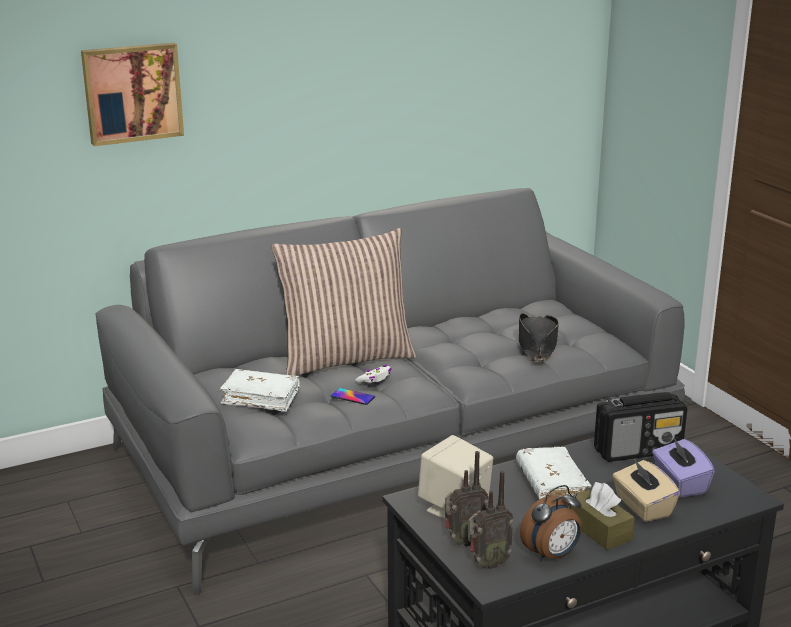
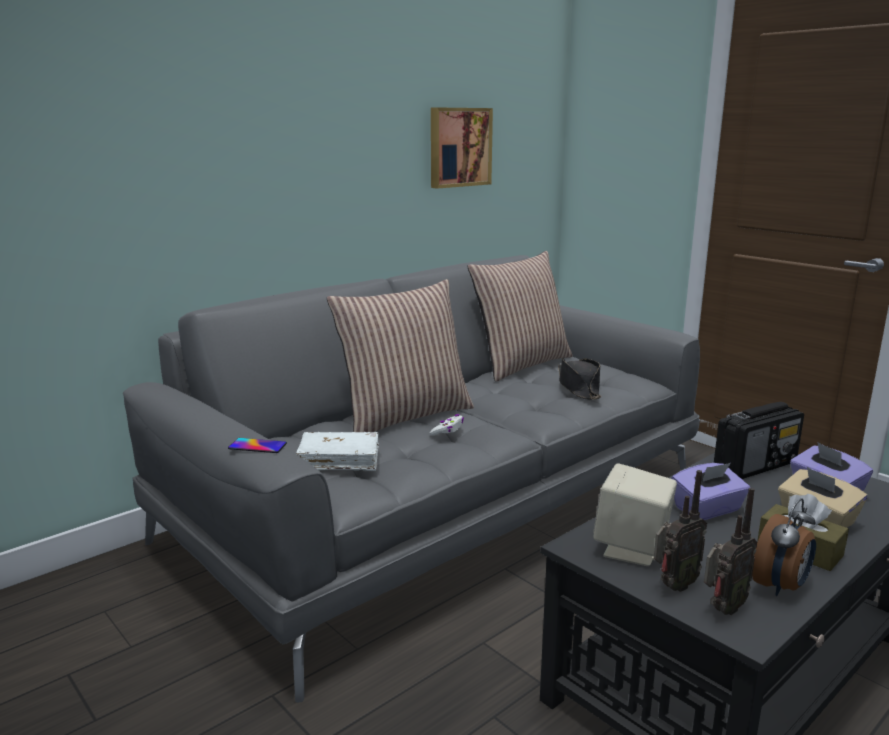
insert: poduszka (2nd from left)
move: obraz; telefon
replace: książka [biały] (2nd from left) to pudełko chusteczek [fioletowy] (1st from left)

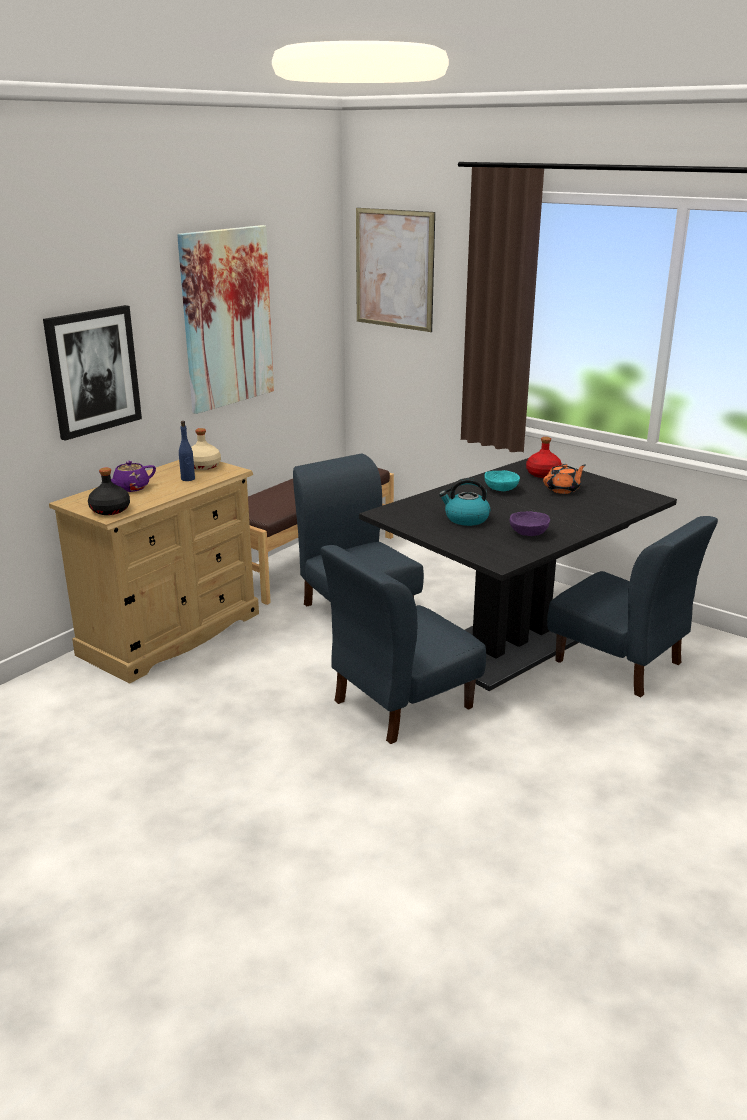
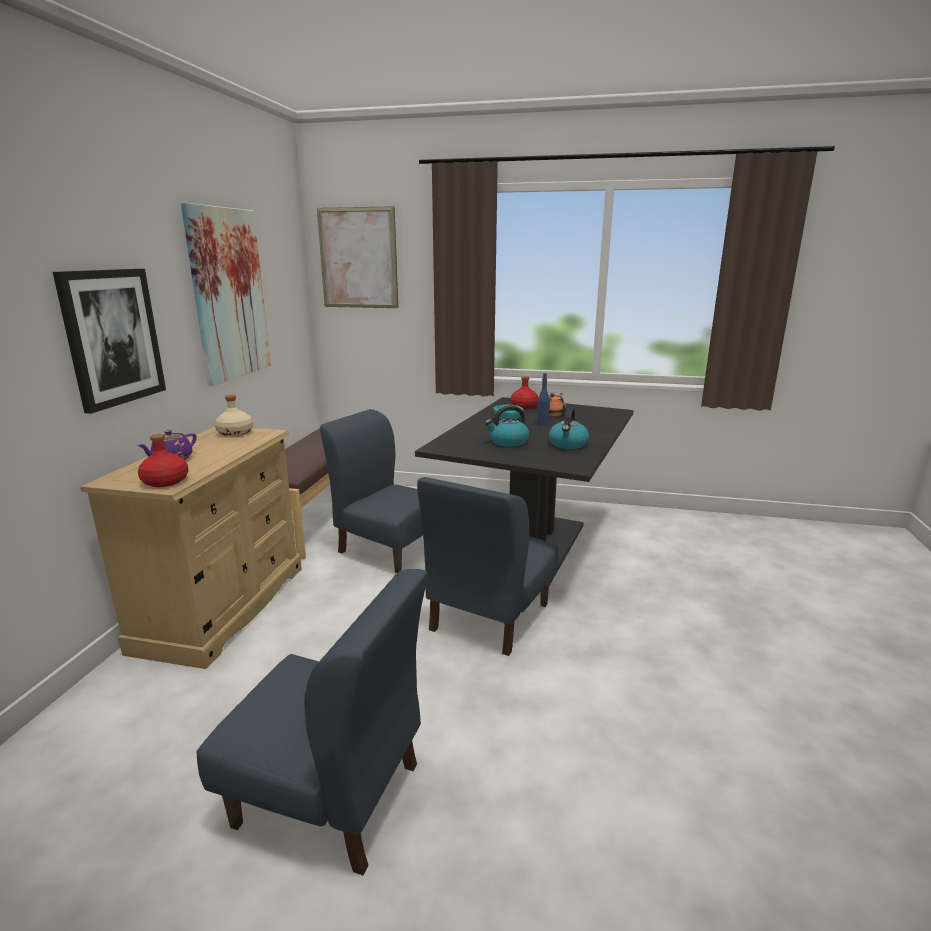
move: butelka [niebieski]; krzesło [niebieski] (3rd from left in the first image) to krzesło [niebieski] (1st from left)
replace: miska [fioletowy] to czajnik (2nd from left)
recolor: butelka [czarny] to butelka [czerwony] (1st from left)

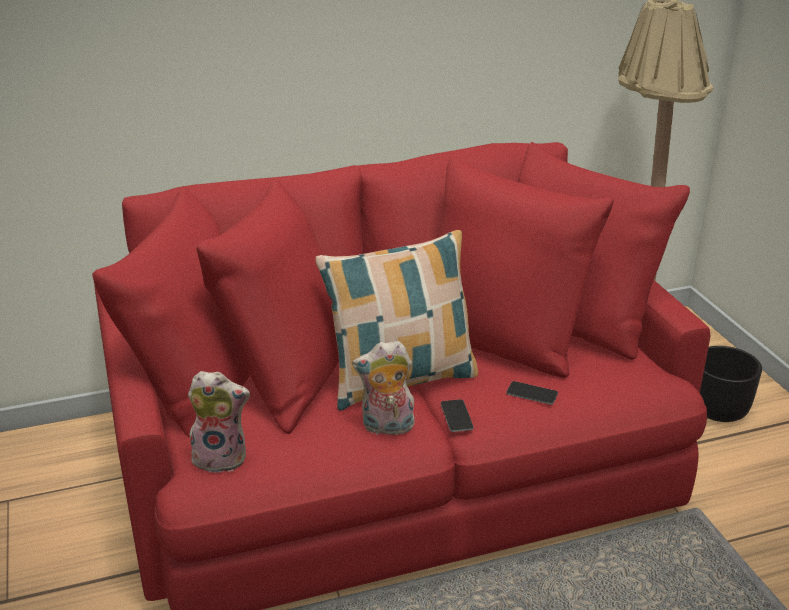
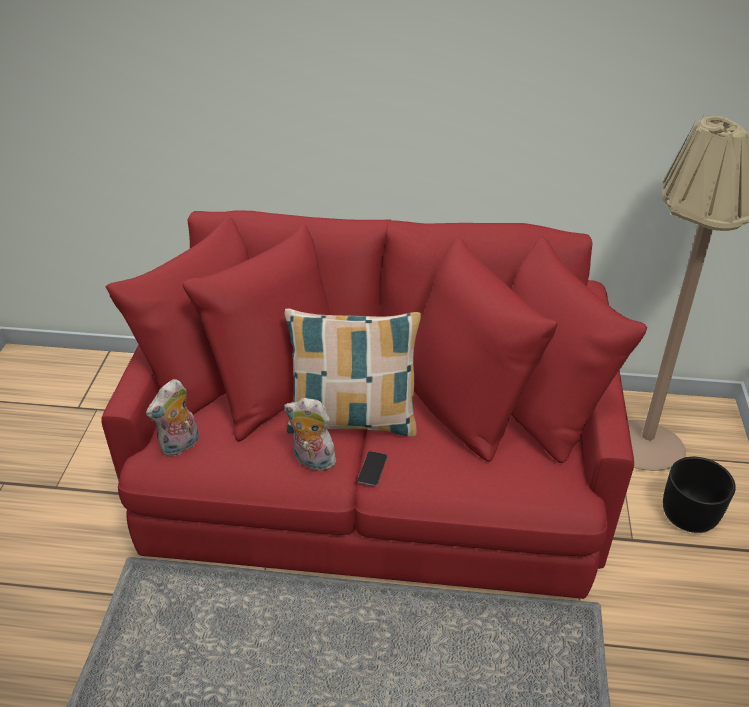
delete: telefon (2nd from left)
rotate: pluszak (1st from left) 105 degrees clockwise

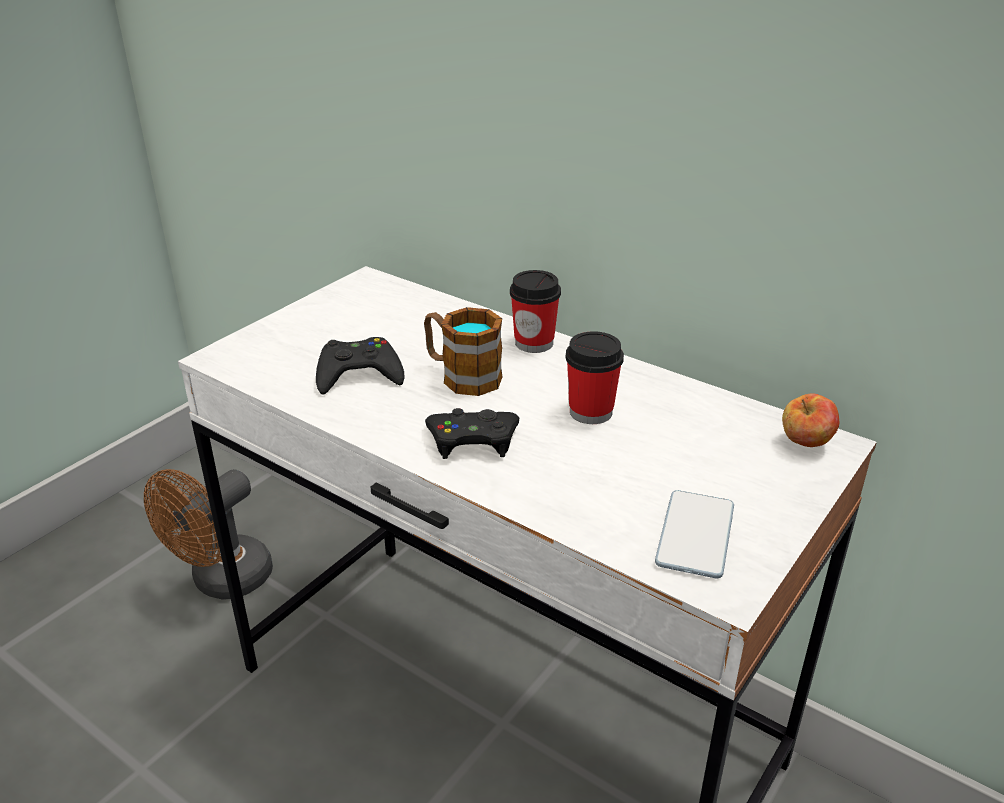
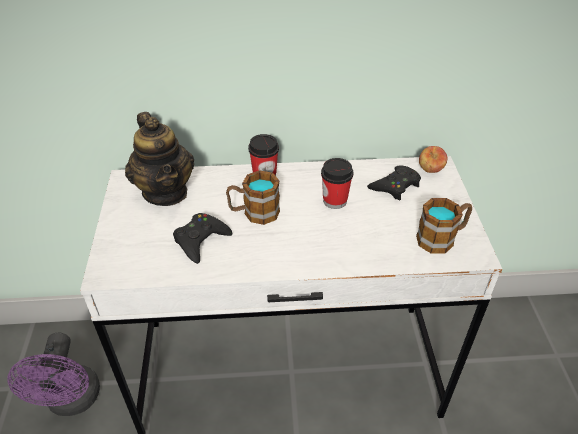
insert: imbryk
move: pad do gier [czarny] (2nd from left)
replace: telefon to kubek (2nd from left)
recolor: wentylator [brązowy] to wentylator [fioletowy]

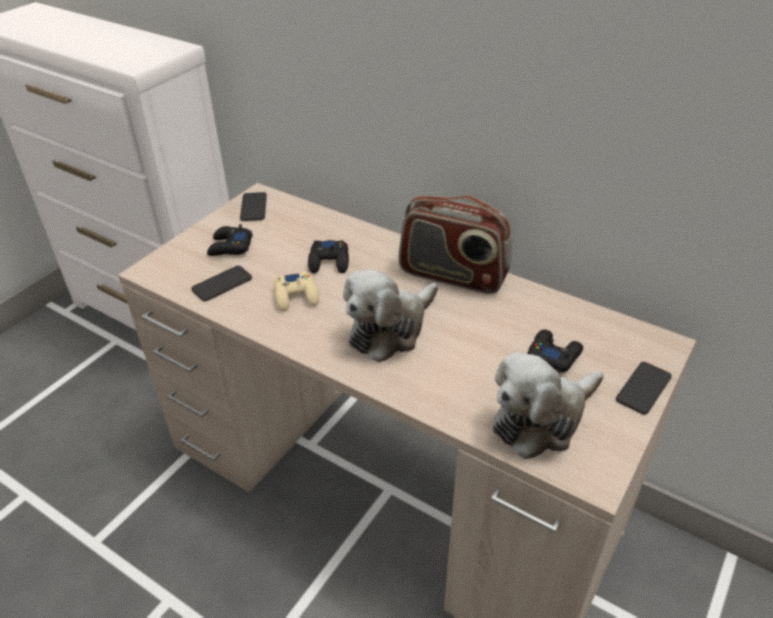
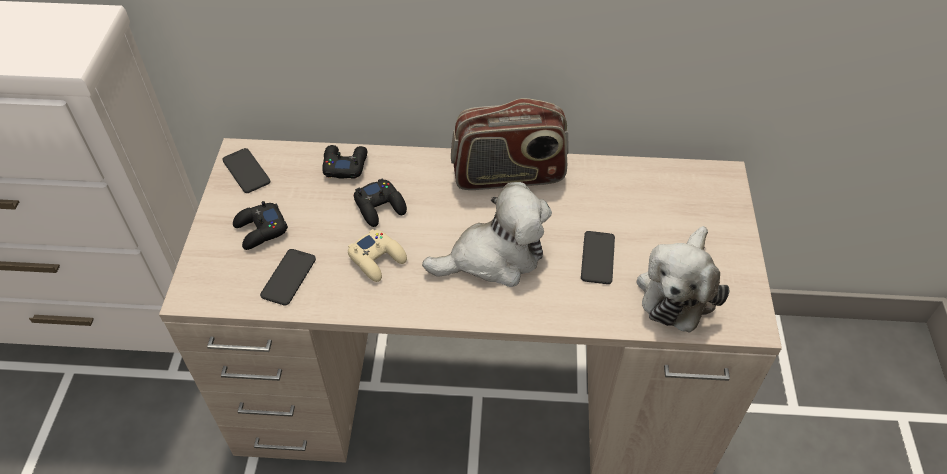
move: pad do gier [czarny] (3rd from left in the first image) to pad do gier [czarny] (2nd from left); telefon (3rd from left)
rotate: pluszak (1st from left) 120 degrees counterclockwise

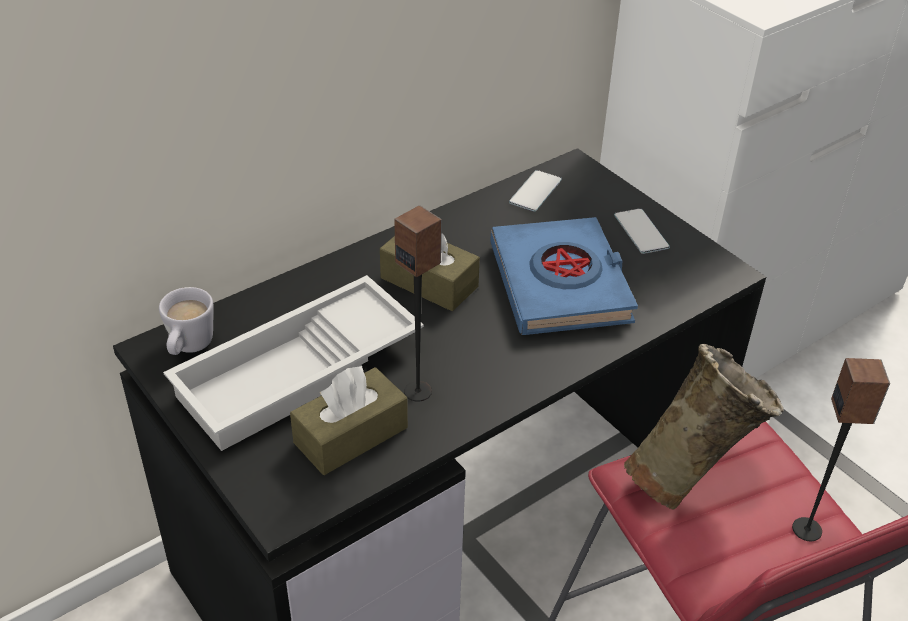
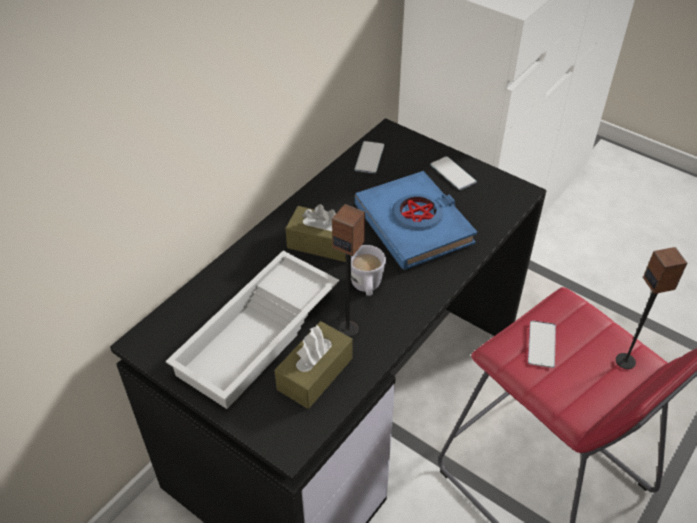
move: kubek [biały]
replace: wazon [beżowy] to telefon (3rd from left)

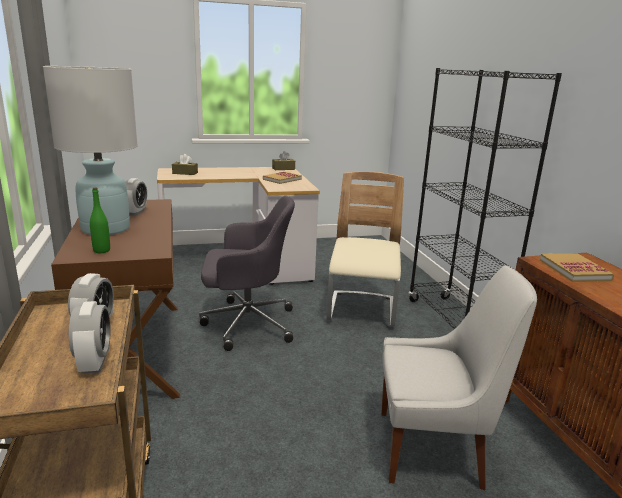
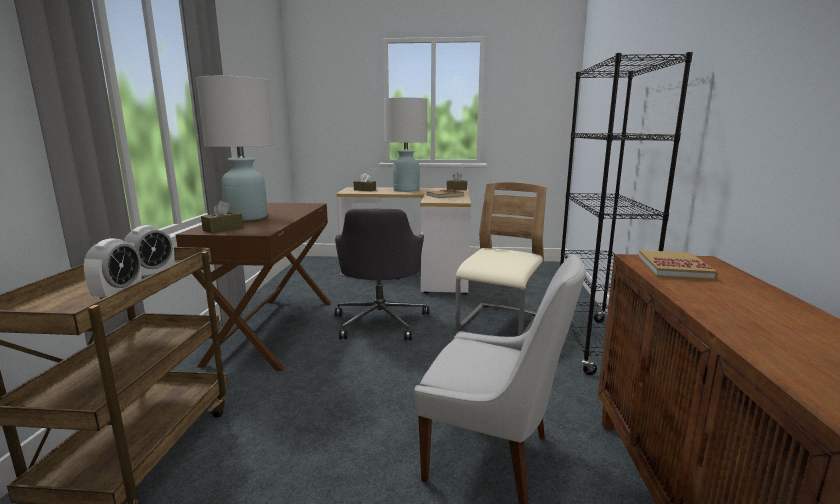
delete: budzik (3rd from left)
insert: lampa stołowa [biały] (2nd from left)
replace: butelka [zielony] to pudełko chusteczek [brązowy] (1st from left)
rotate: krzesło biurowe [szary] 75 degrees clockwise

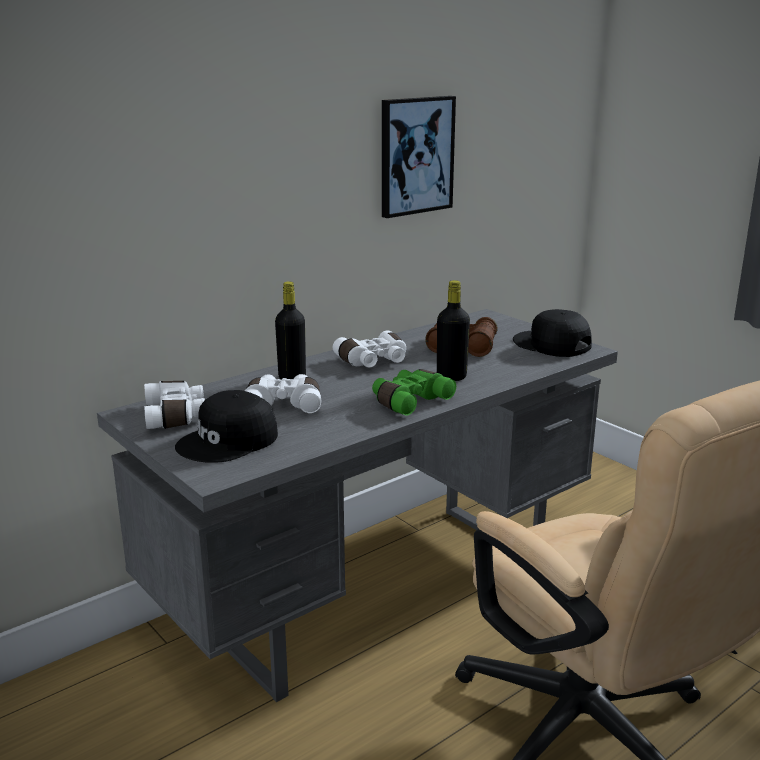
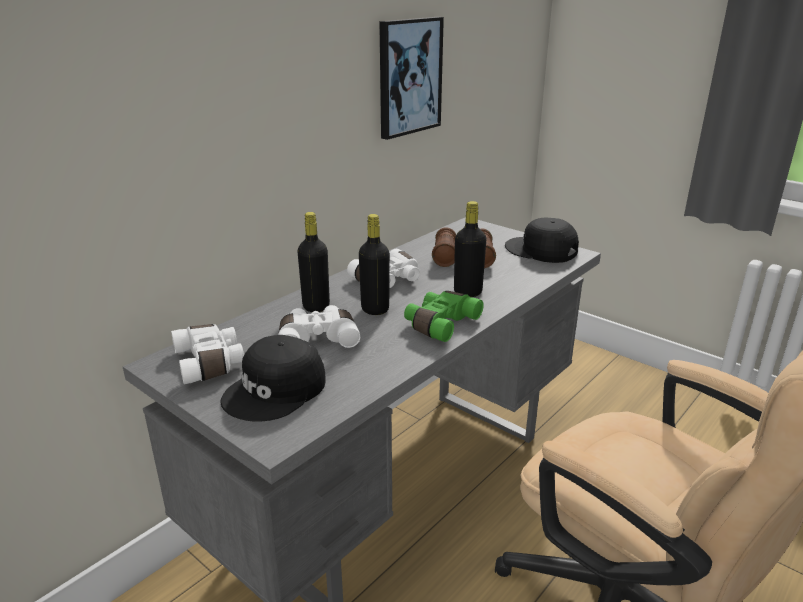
insert: butelka [czarny] (2nd from left)

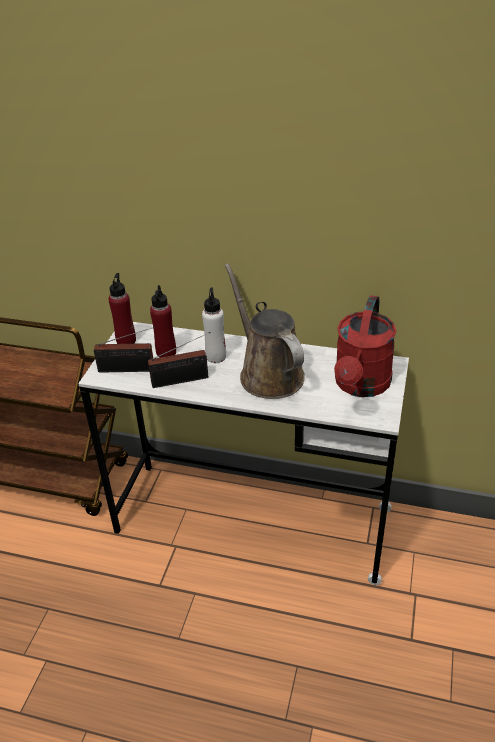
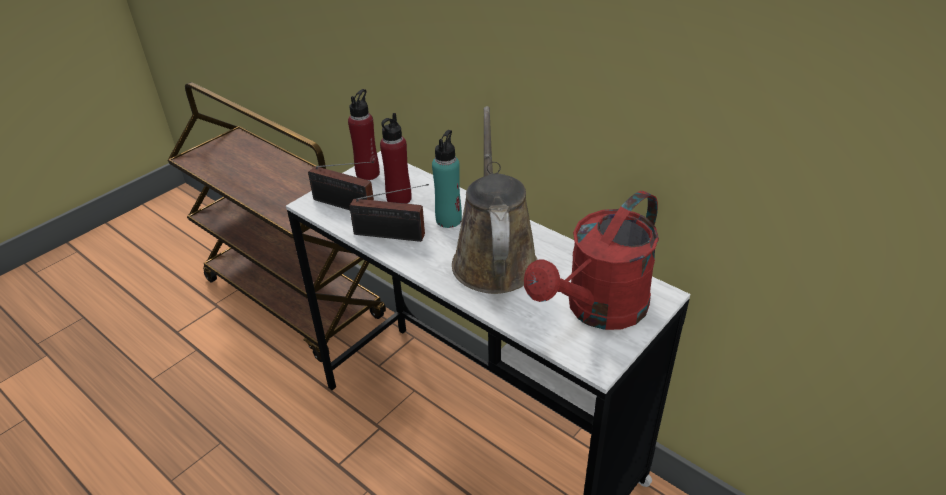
recolor: butelka [biały] to butelka [turkusowy]

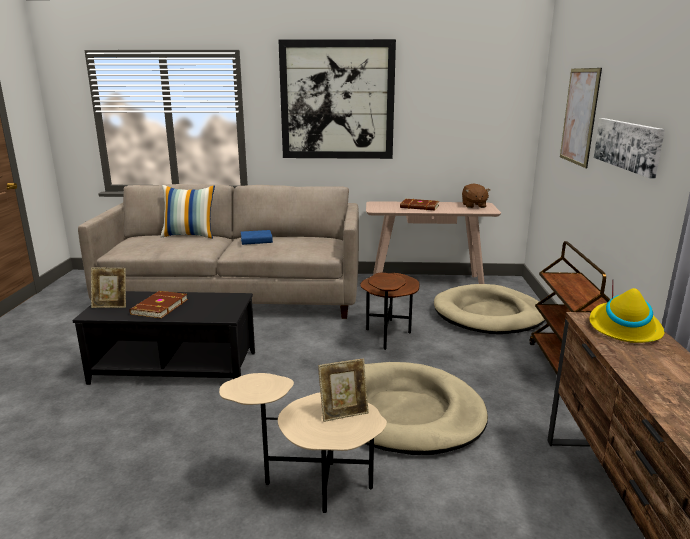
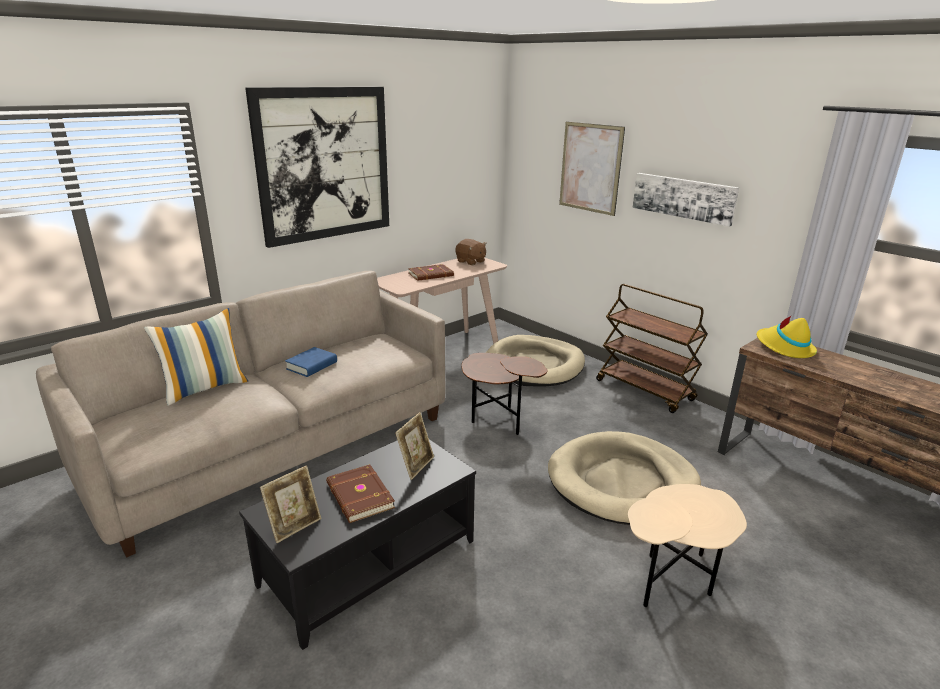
move: ramka na zdjęcie (2nd from left)

